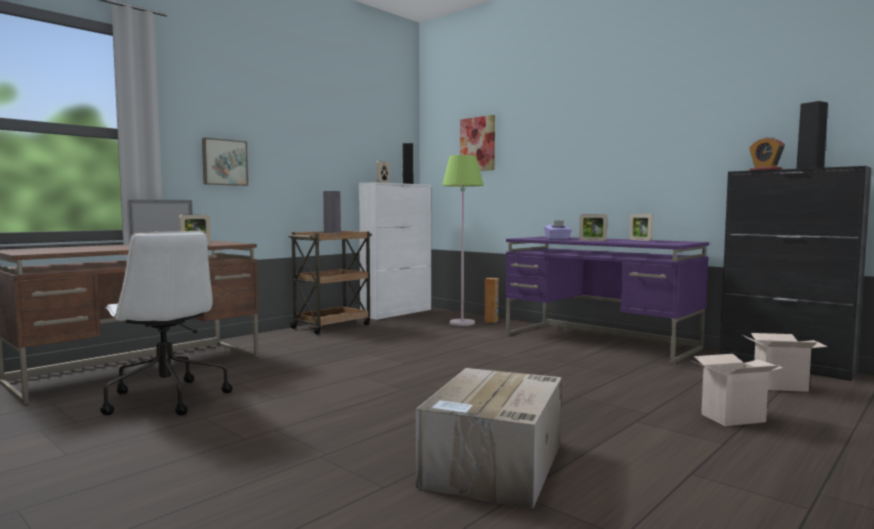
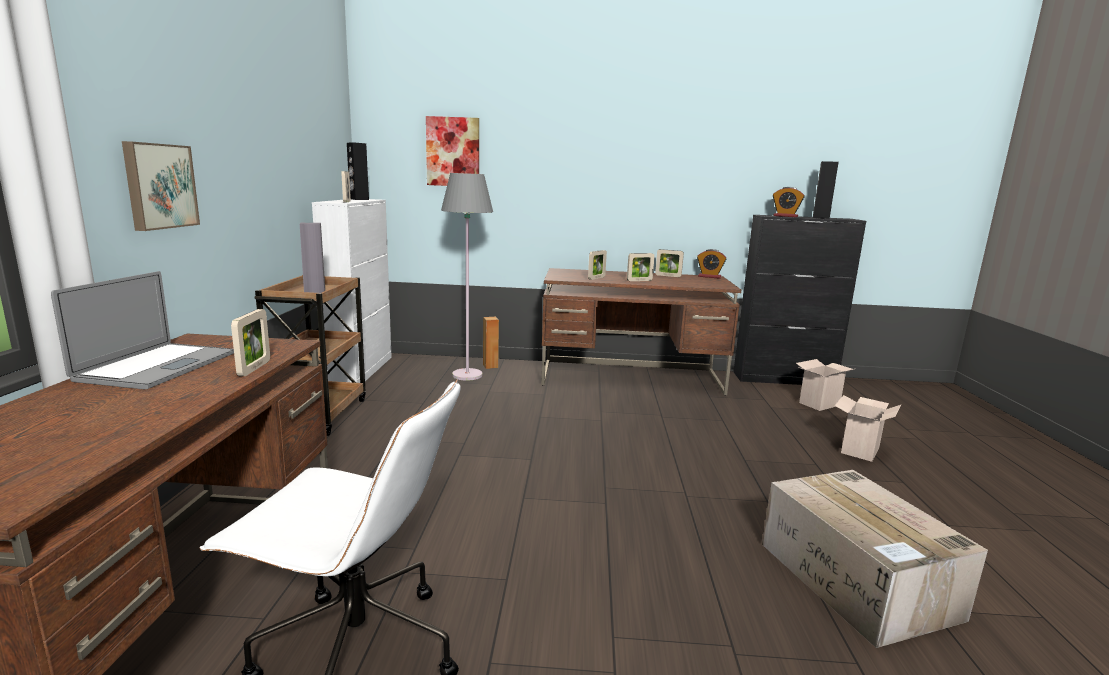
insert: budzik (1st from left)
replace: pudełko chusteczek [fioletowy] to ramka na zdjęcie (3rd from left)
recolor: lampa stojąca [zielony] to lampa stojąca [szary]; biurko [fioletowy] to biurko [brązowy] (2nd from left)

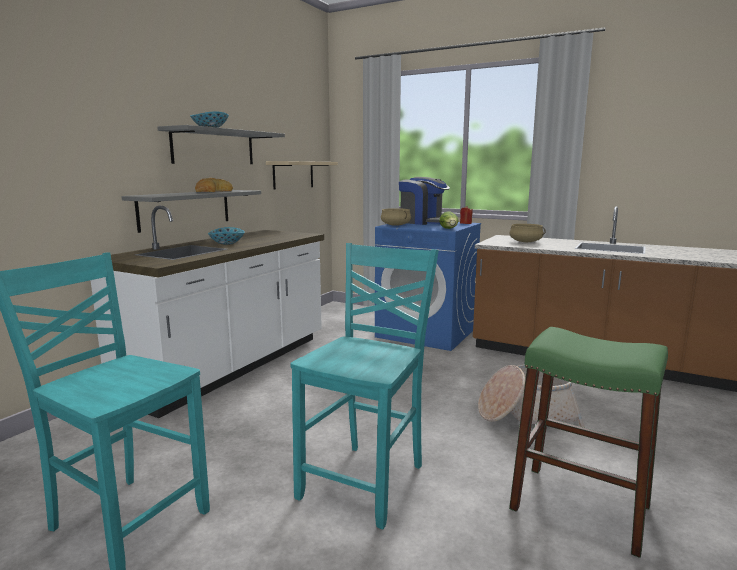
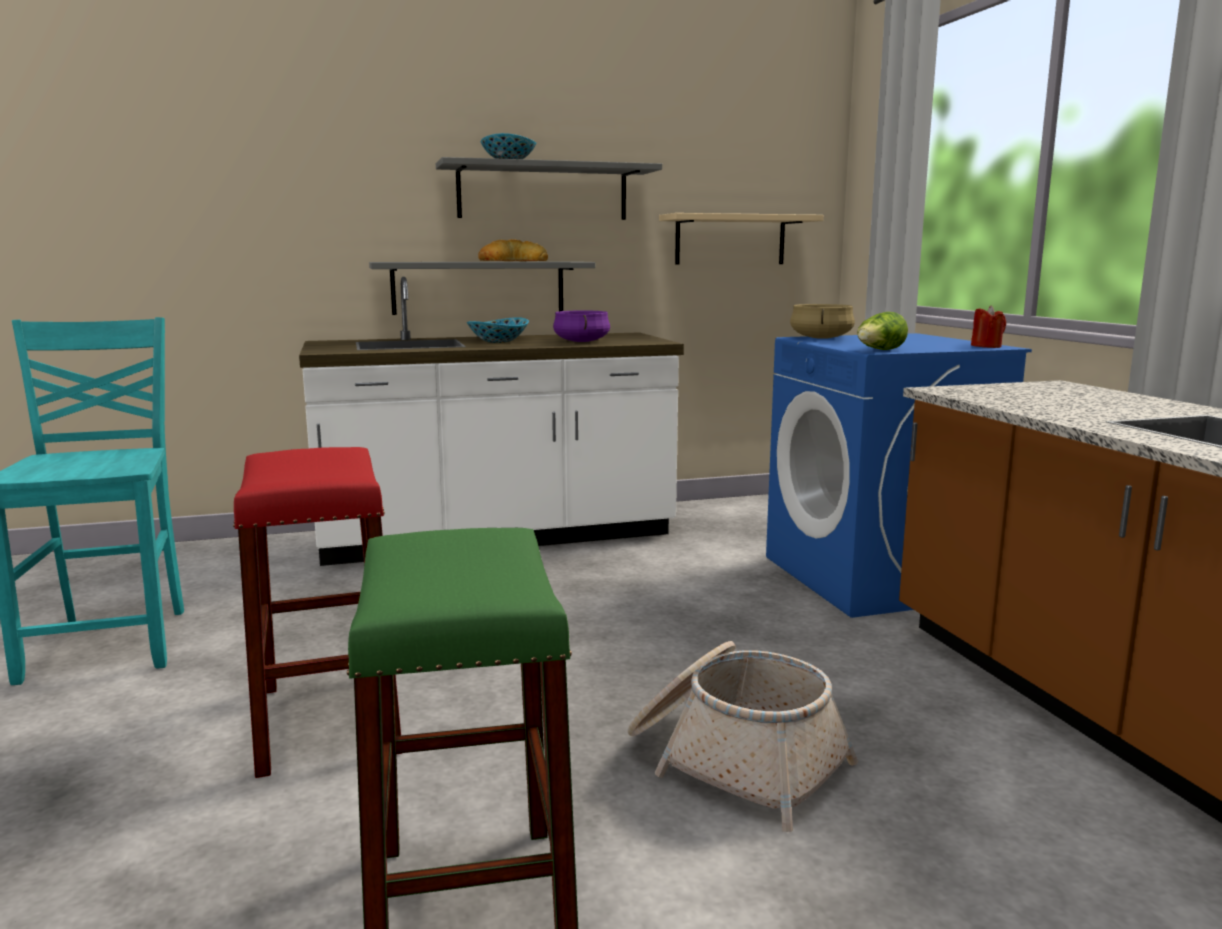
delete: ekspres do kawy; garnek [beżowy] (2nd from left)
insert: garnek [fioletowy]
replace: krzesło [turkusowy] (2nd from left) to stołek [czerwony]

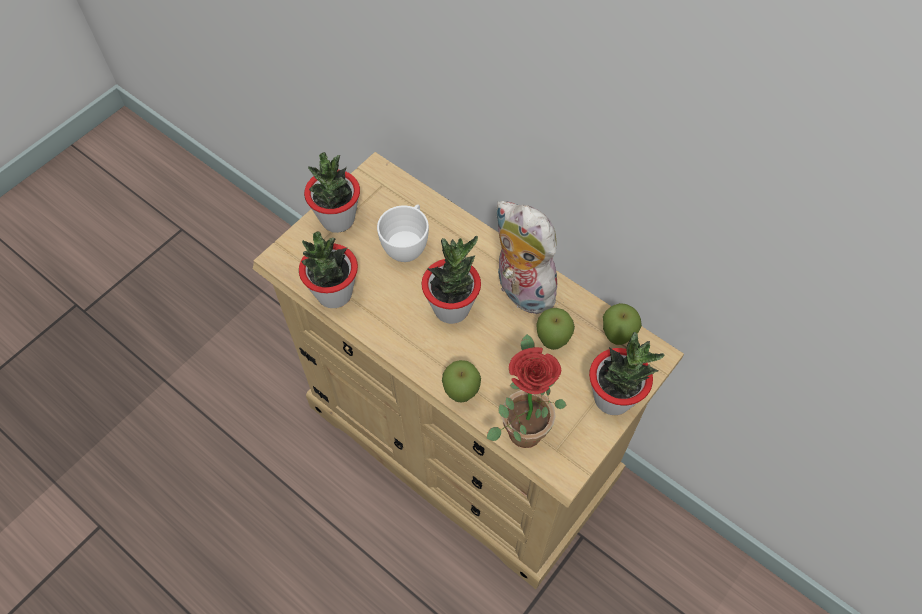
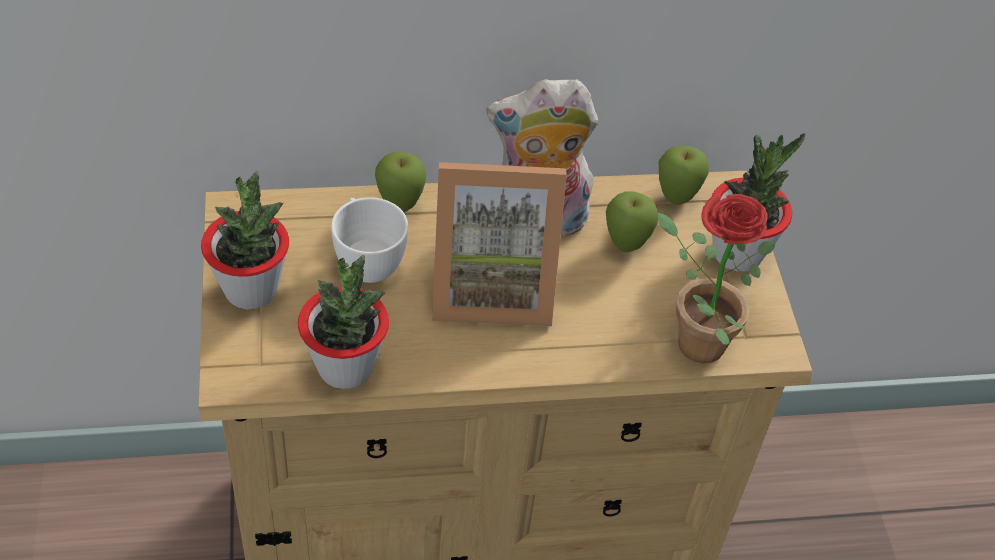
move: jabłko (1st from left)
replace: roślina doniczkowa (3rd from left) to ramka na zdjęcie

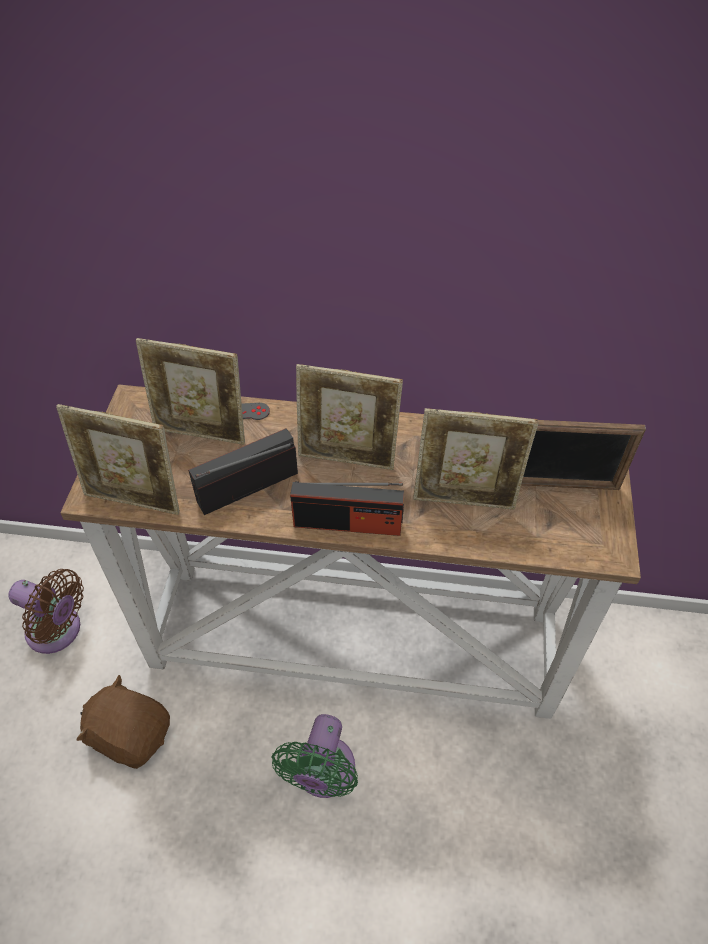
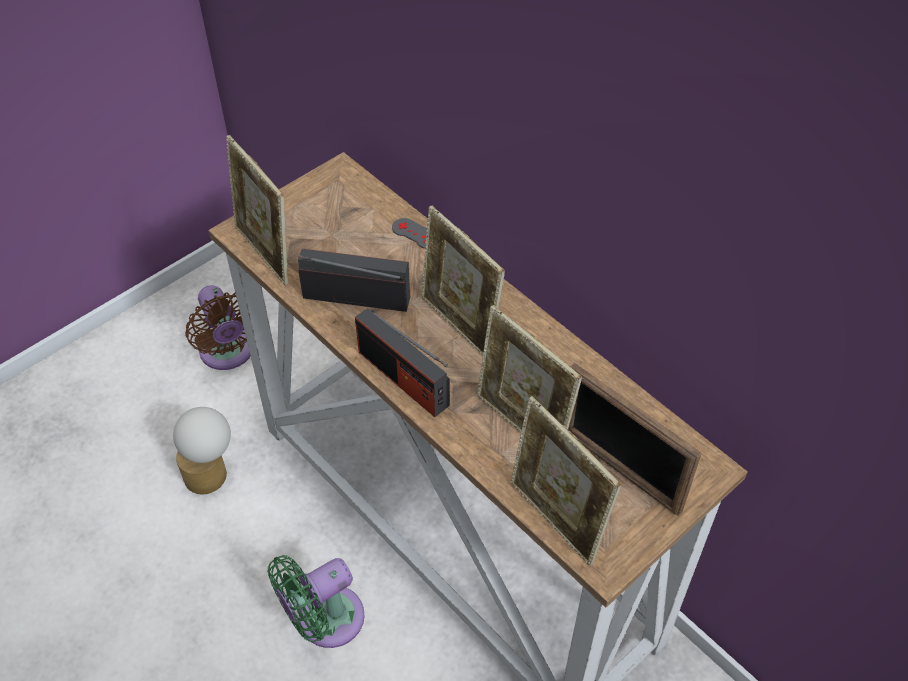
move: ramka na zdjęcie (2nd from left in the first image) to ramka na zdjęcie (4th from left)
replace: pluszak [brązowy] to lampa stołowa

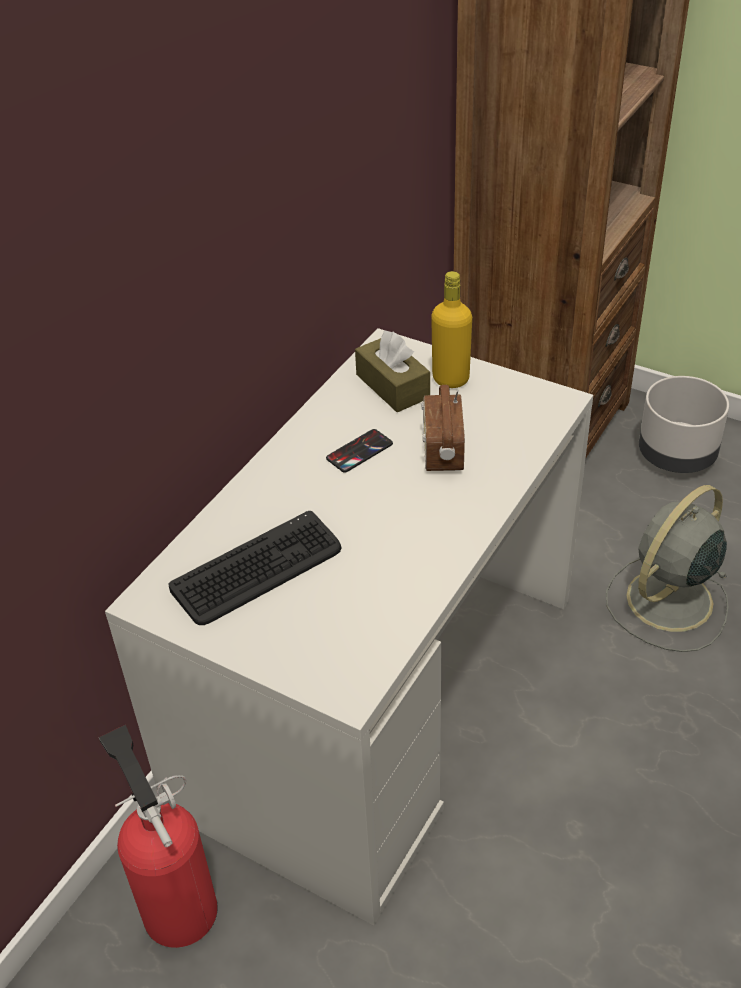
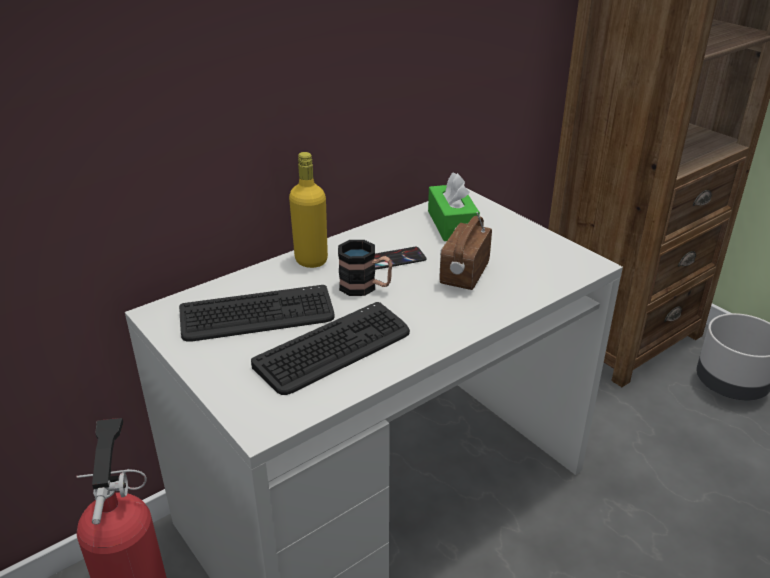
delete: wentylator [szary]
insert: klawiatura (2nd from left); kubek
move: butelka [żółty]
recolor: pudełko chusteczek [brązowy] to pudełko chusteczek [zielony]

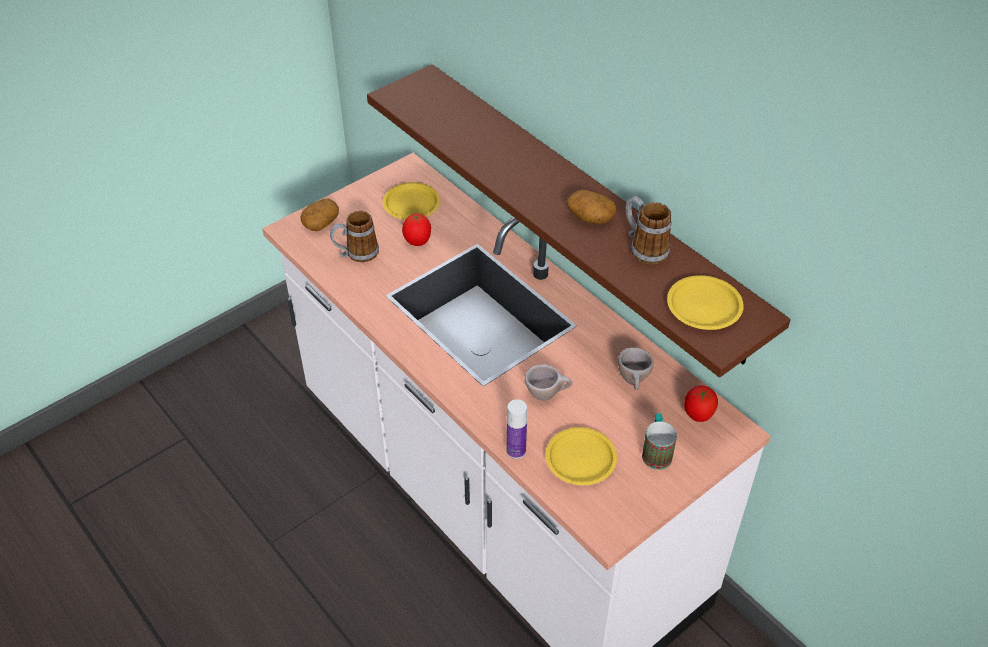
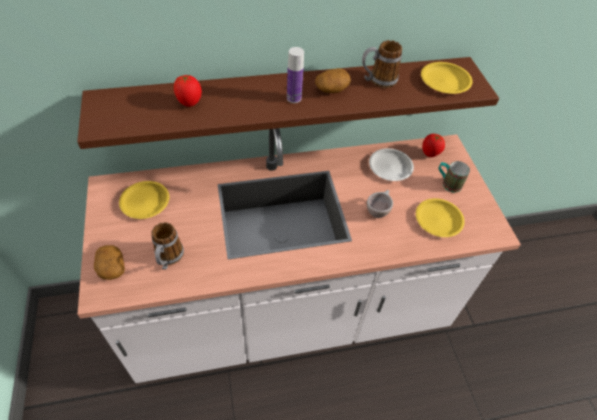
move: pomidor (1st from left); butelka
replace: filiżanka [beżowy] (2nd from left) to talerz [biały]

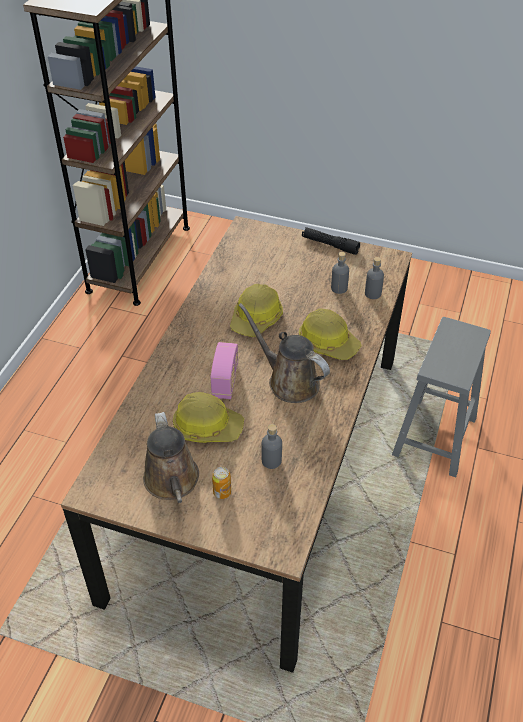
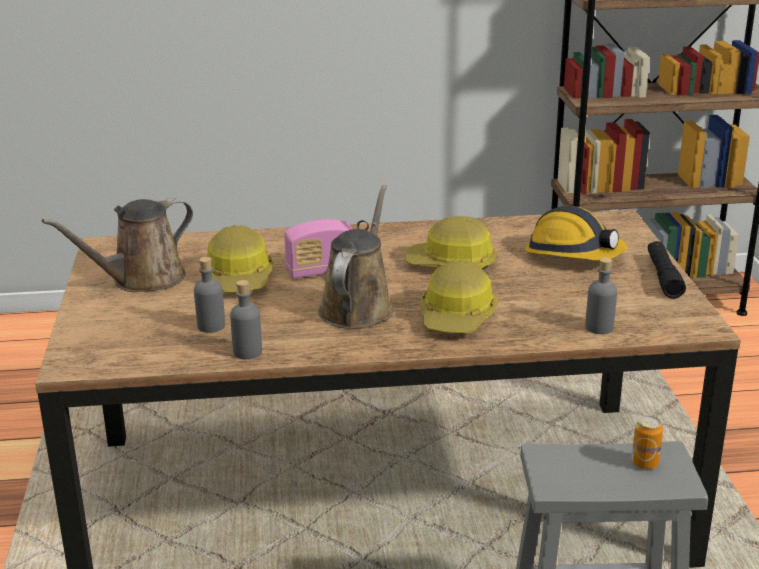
insert: kask (4th from left)
move: puszka; butelka [szary] (2nd from left)

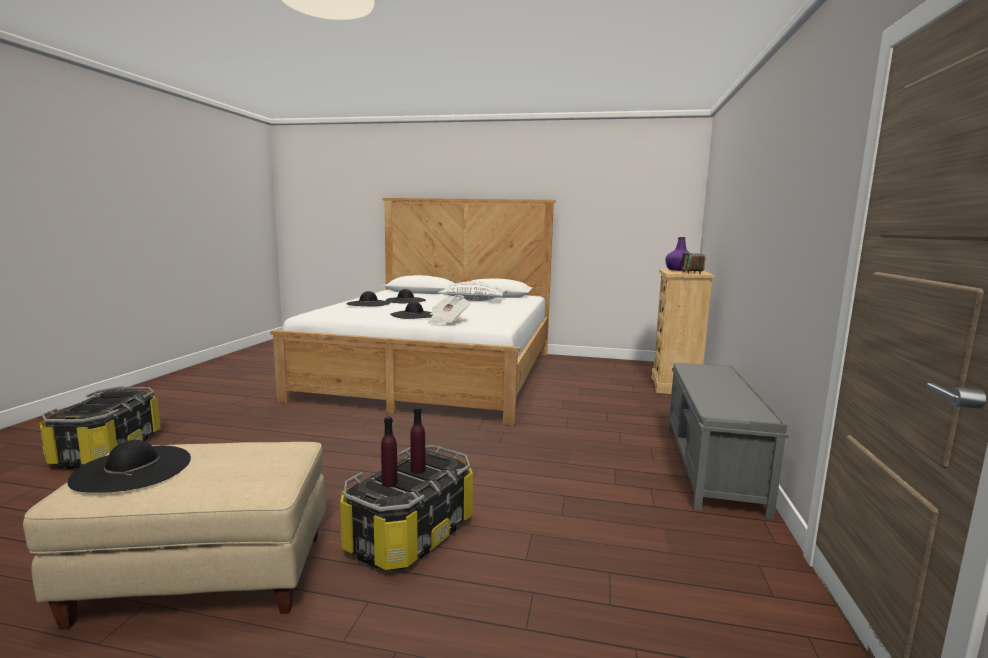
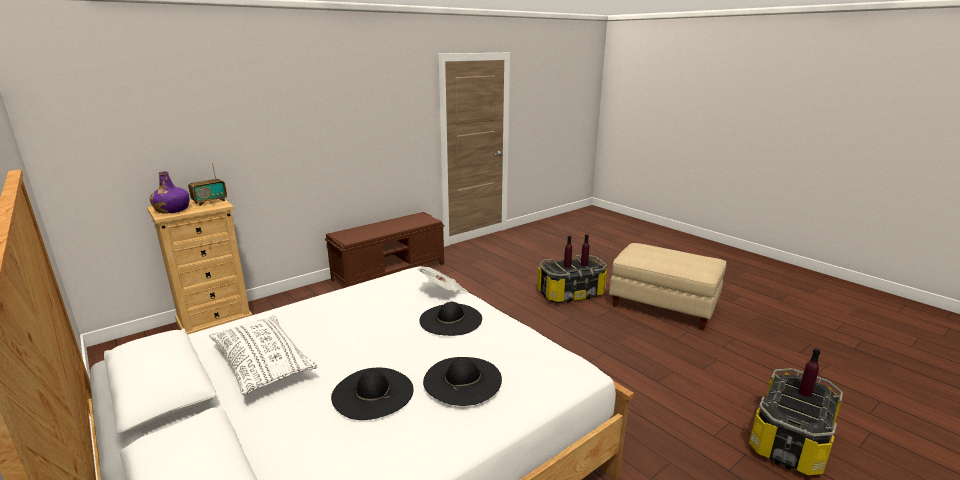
delete: kapelusz [czarny] (1st from left)
insert: butelka [fioletowy] (4th from left)
recolor: ławka [szary] to ławka [brązowy]

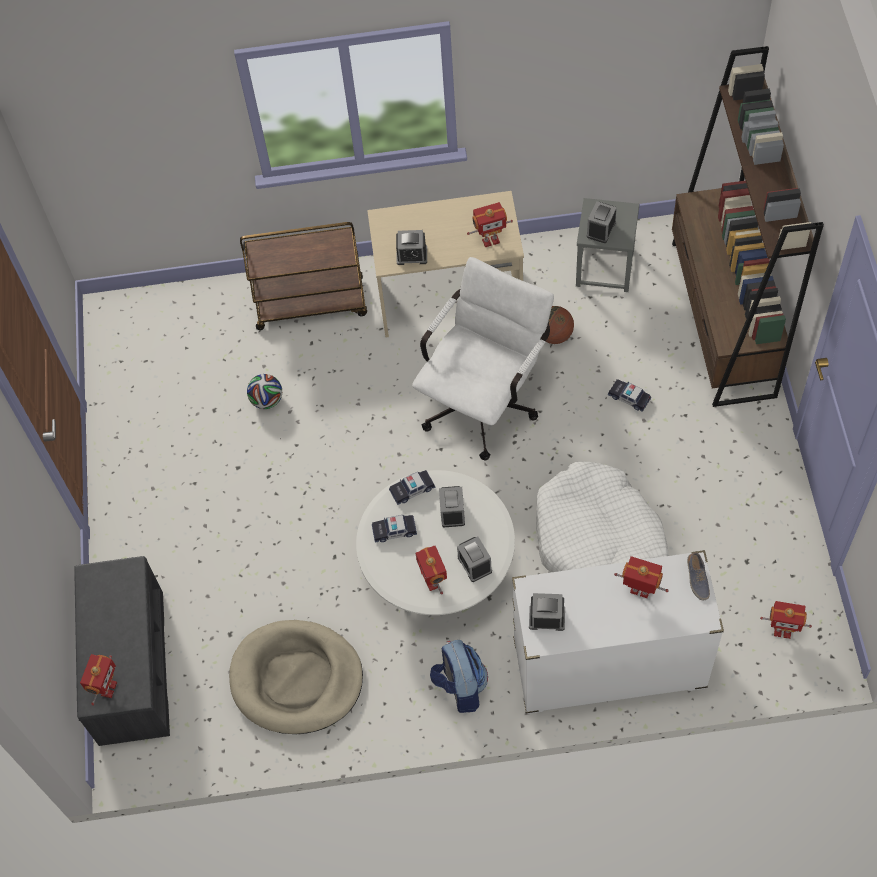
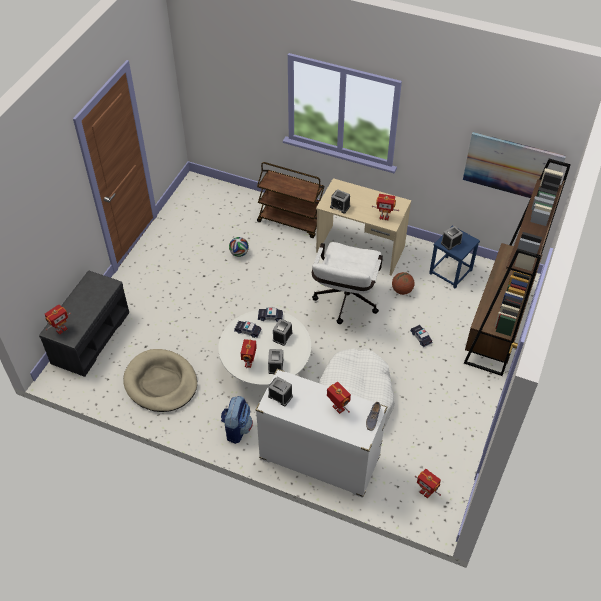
insert: obraz
recolor: stołek [szary] to stołek [niebieski]
rotate: krzesło biurowe [biały] 135 degrees clockwise

